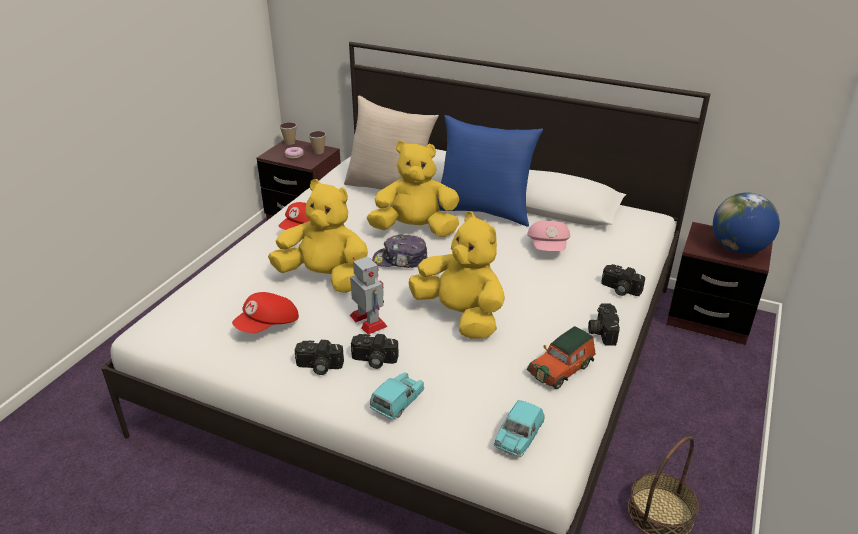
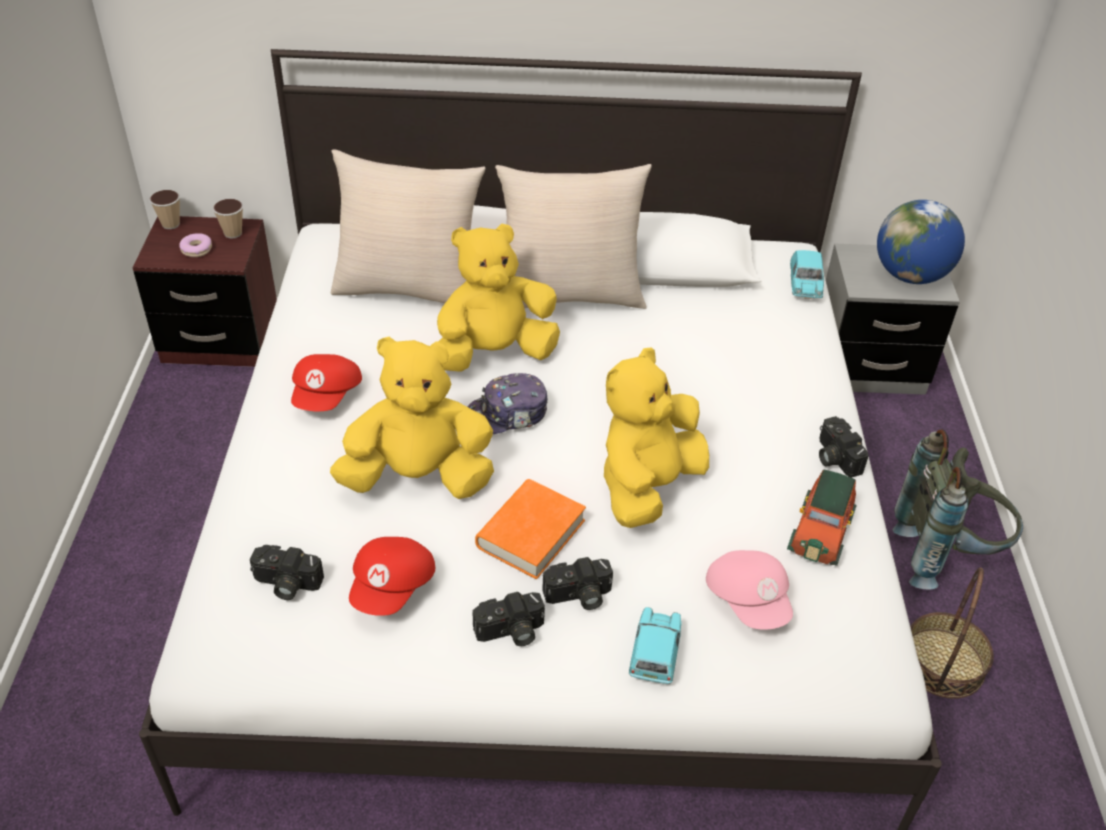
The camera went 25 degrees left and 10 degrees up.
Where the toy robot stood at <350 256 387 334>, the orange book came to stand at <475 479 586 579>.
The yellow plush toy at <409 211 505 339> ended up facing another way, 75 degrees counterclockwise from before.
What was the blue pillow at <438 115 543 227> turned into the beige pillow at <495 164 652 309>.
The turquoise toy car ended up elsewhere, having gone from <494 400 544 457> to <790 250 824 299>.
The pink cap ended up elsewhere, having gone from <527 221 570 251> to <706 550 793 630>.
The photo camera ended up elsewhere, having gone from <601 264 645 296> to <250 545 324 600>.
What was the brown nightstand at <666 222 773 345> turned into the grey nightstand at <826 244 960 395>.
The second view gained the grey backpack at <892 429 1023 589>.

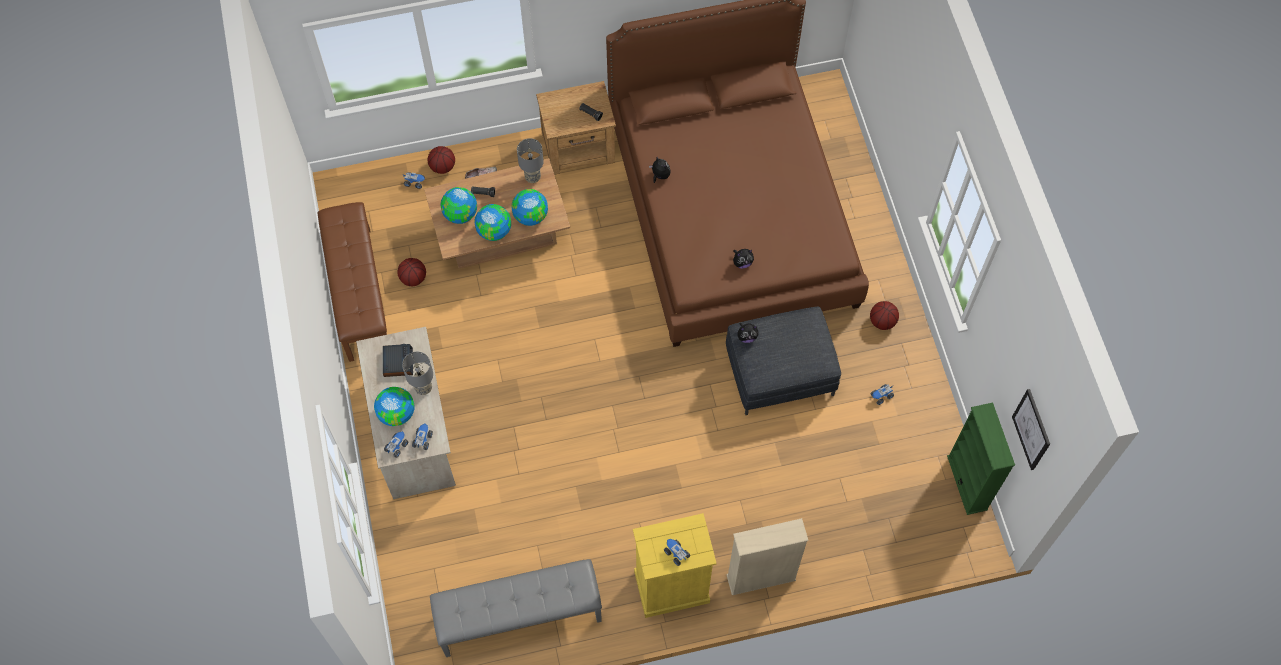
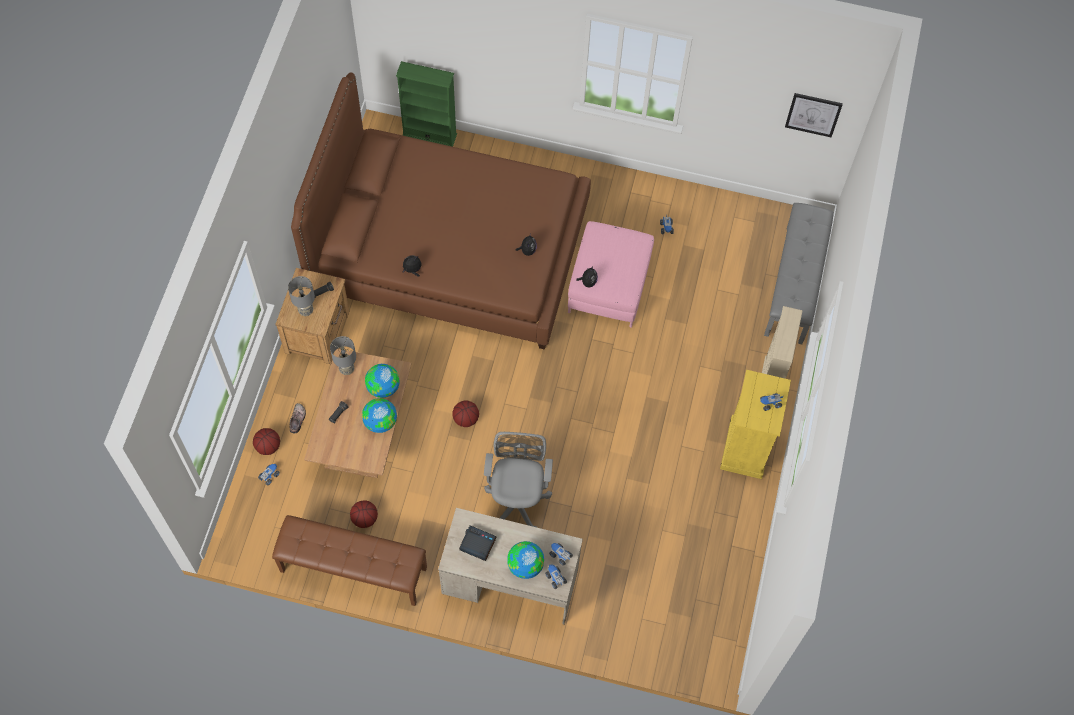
The camera went 65 degrees left and 0 degrees up.
The grey table lamp ended up elsewhere, having gone from <402 352 433 395> to <288 276 315 316>.
The grey bench ended up elsewhere, having gone from <430 559 602 657> to <764 203 834 344>.
The second view lost the globe at <441 187 477 224>.
What was the grey ottoman at <726 307 841 415> turned into the pink ottoman at <568 221 654 328>.
The basketball ended up elsewhere, having gone from <870 301 899 330> to <452 401 479 427>.
The green bookcase ended up elsewhere, having gone from <947 402 1015 515> to <396 61 457 147>.
The second view gained the grey office chair at <484 432 553 527>.

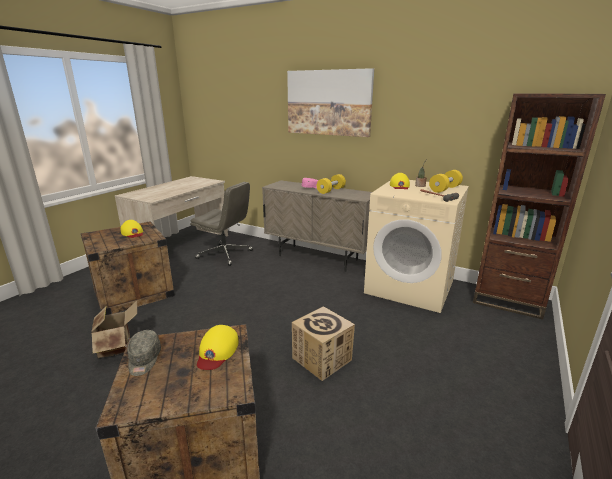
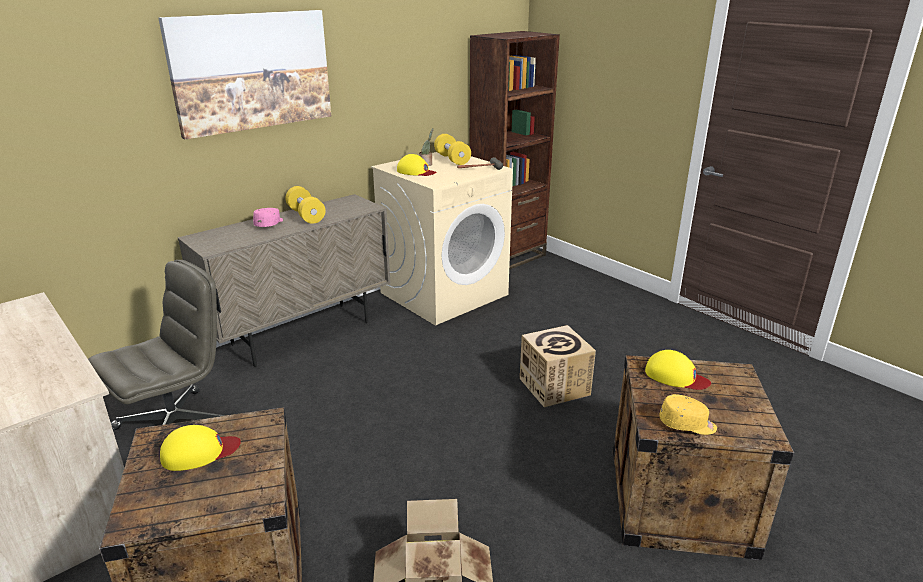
The camera went 70 degrees left and 5 degrees up.
What was the grey cap at <127 330 161 376> turned into the yellow cap at <659 394 717 435>.

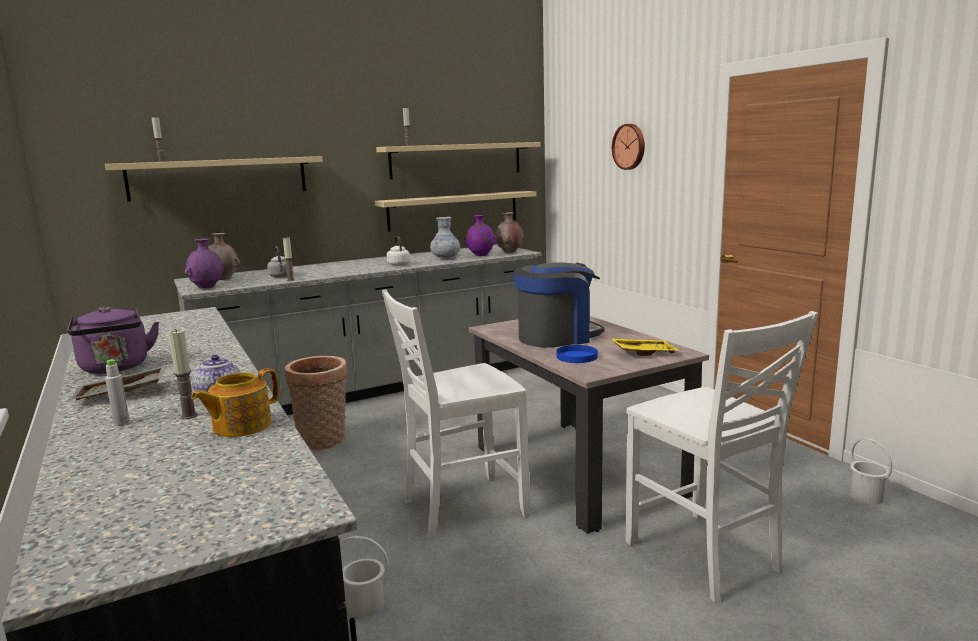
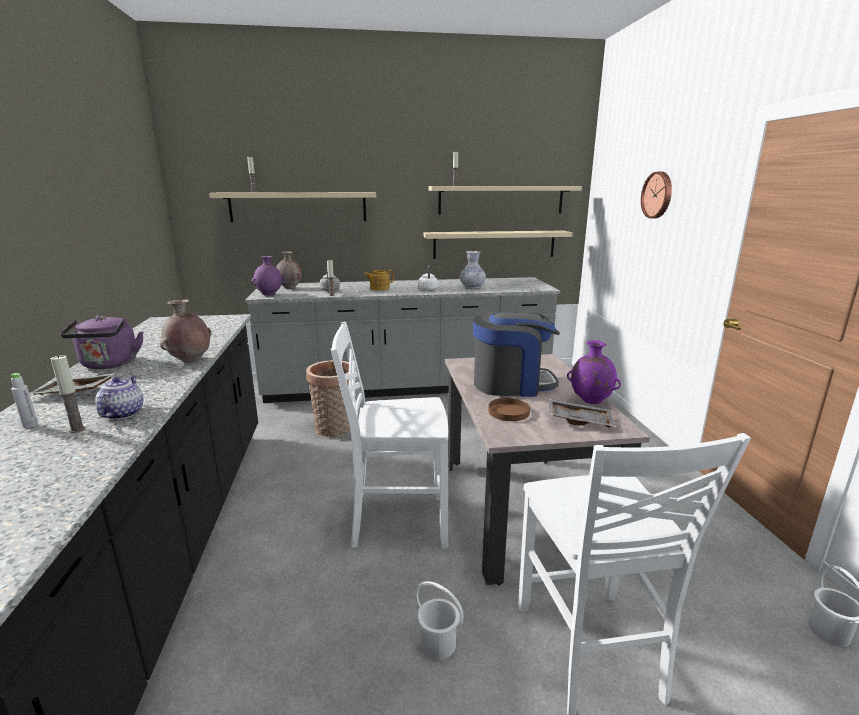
The camera went 20 degrees right and 5 degrees up.
The teapot ended up elsewhere, having gone from <191 368 279 437> to <364 270 394 290>.
The white bucket ended up elsewhere, having gone from <340 536 389 618> to <415 581 464 660>.
The purple vase ended up elsewhere, having gone from <463 215 497 256> to <567 340 621 404>.
The brown vase ended up elsewhere, having gone from <495 212 523 253> to <160 299 211 363>.
What was the blue plate at <556 345 598 363> turned into the brown plate at <488 398 530 421>.
What was the yellow tray at <610 338 680 356> turned into the grey tray at <548 399 616 428>.

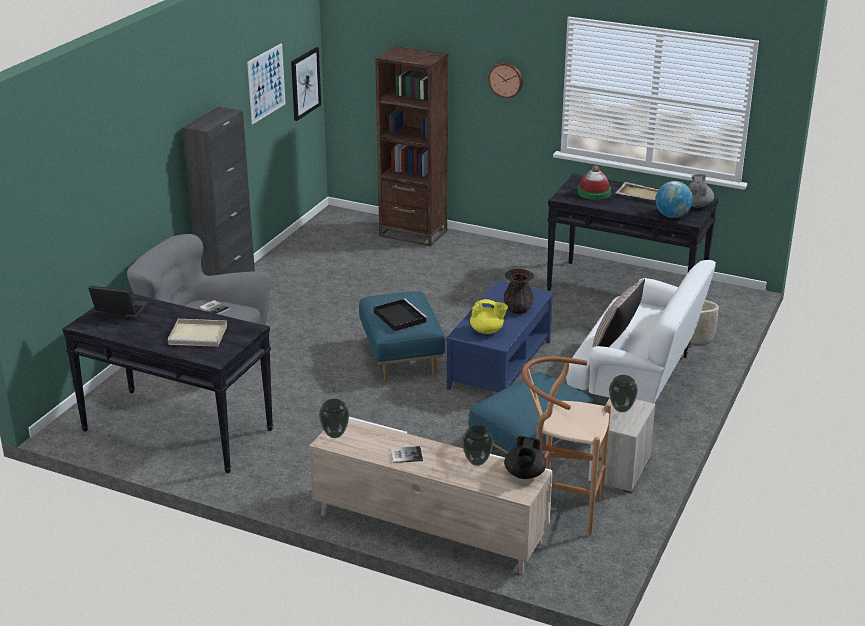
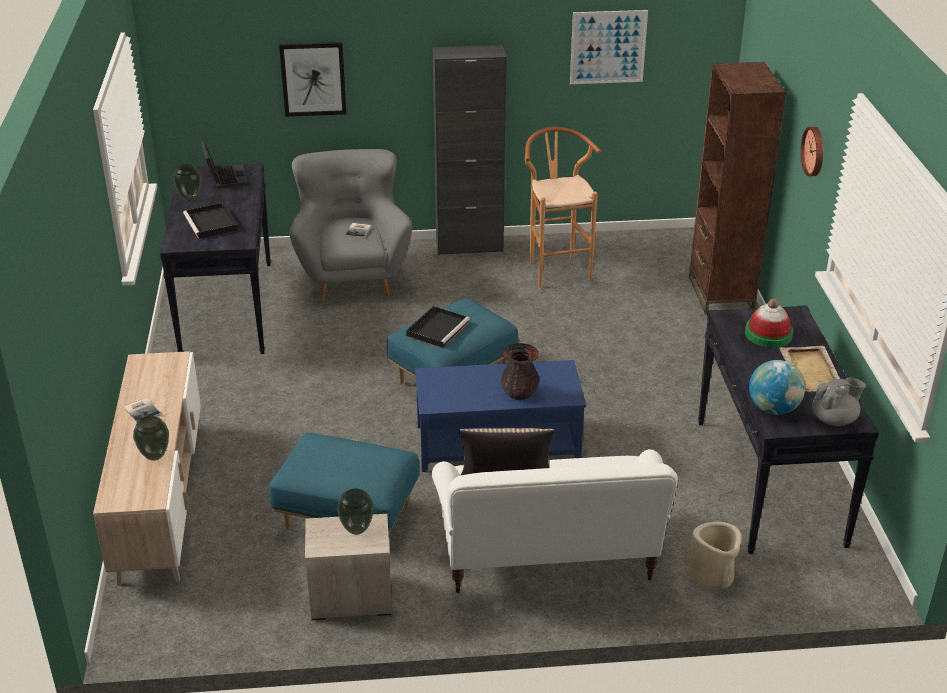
The camera went 60 degrees right and 5 degrees up.
What was the beige tray at <168 319 227 347> turned into the black tray at <183 203 238 239>.
The picture ended up elsewhere, having gone from <291 47 321 121> to <279 42 347 117>.
The vase ended up elsewhere, having gone from <319 399 349 438> to <173 164 201 201>.
The second view lost the yellow teapot at <470 299 508 334>.
The second view lost the black teapot at <504 436 546 479>.
The brown stool ended up elsewhere, having gone from <522 356 611 536> to <525 127 601 288>.

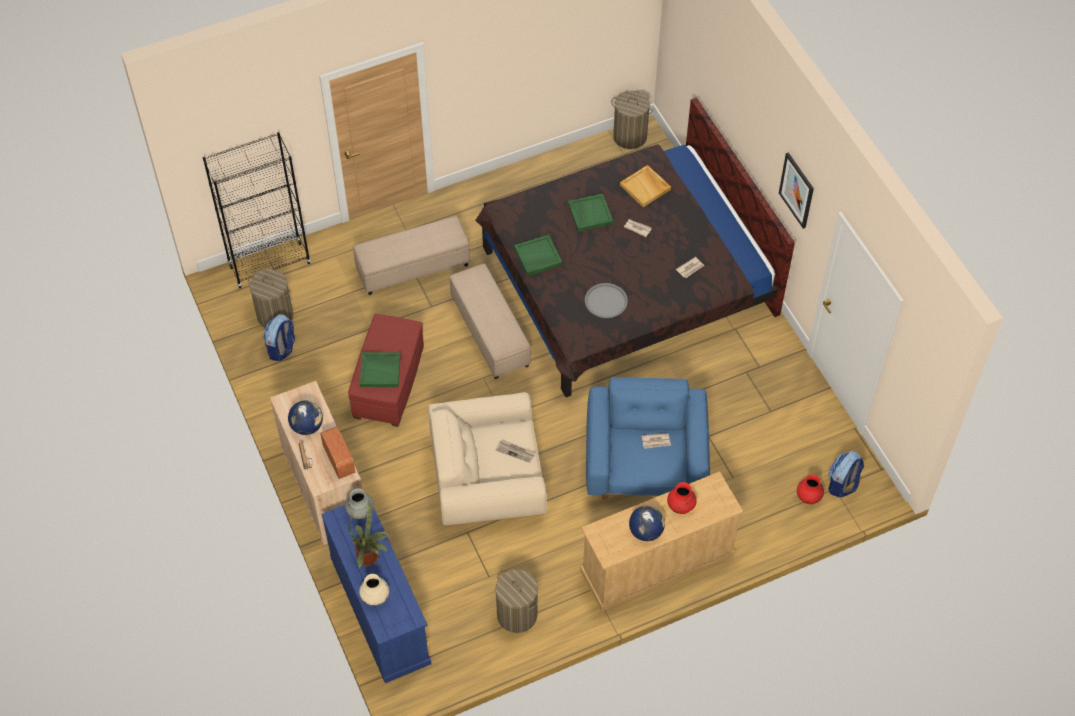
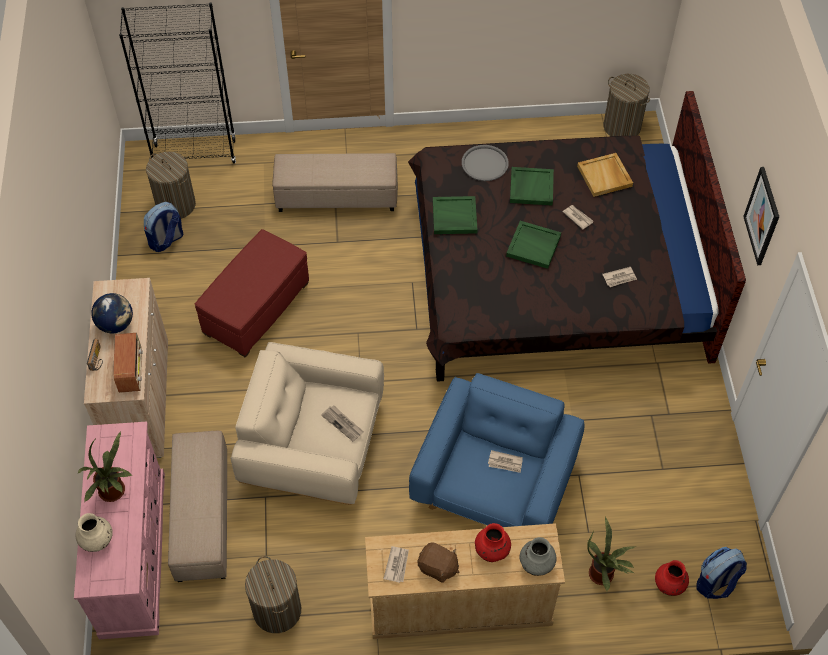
The camera went 20 degrees right and 0 degrees up.
What was the blue dresser at <321 505 431 683> turned into the pink dresser at <74 422 165 639>.
The grey vase ended up elsewhere, having gone from <345 488 374 520> to <519 537 556 576>.
The green tray ended up elsewhere, having gone from <360 352 401 387> to <506 221 561 269>.
The beige ottoman ended up elsewhere, having gone from <450 263 531 379> to <168 431 227 582>.
The grey tray ended up elsewhere, having gone from <585 283 628 318> to <462 145 509 181>.
Where the globe stood at <629 506 665 541>, the brown plush toy came to stand at <418 542 459 583>.
The second view gained the newspaper at <383 546 409 583>.
The second view gained the potted plant at <587 517 635 591>.

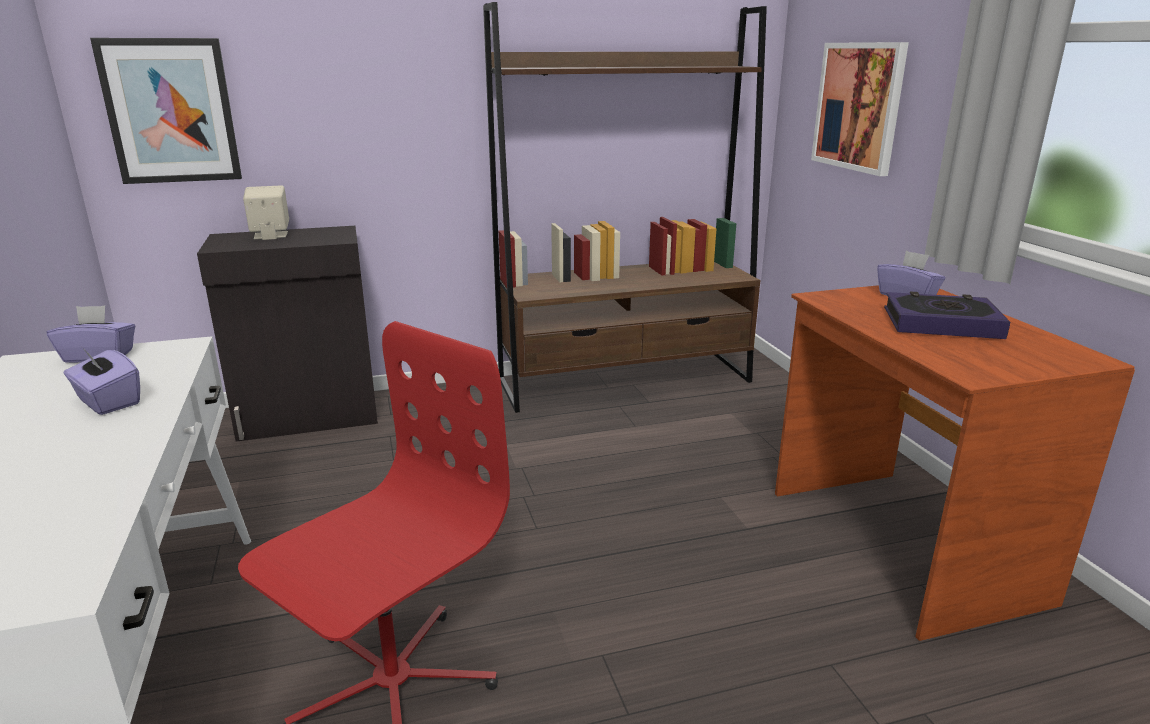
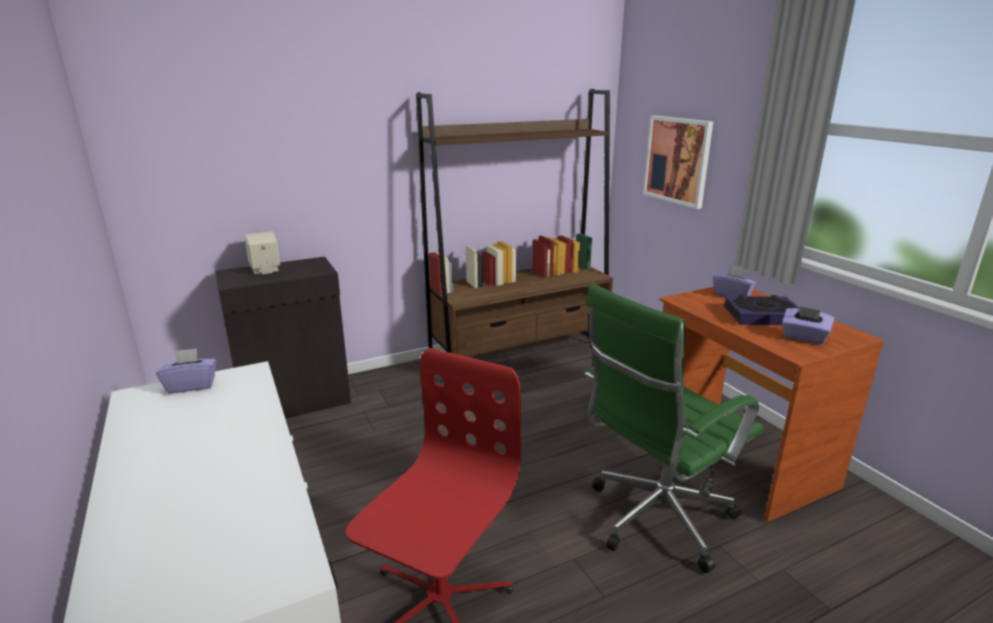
The camera went 10 degrees left and 0 degrees up.
The purple tissue box ended up elsewhere, having gone from <64 346 140 415> to <782 306 834 345>.
The second view lost the picture at <90 38 242 184>.
The second view gained the green office chair at <585 283 763 573>.

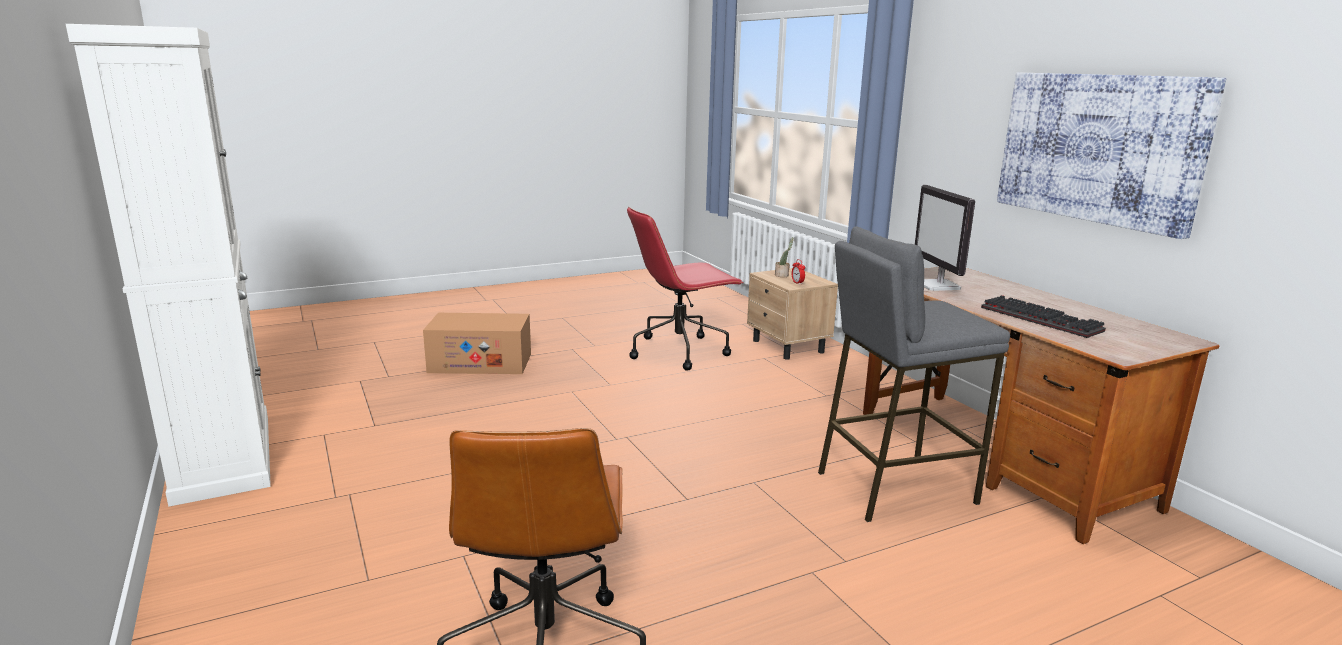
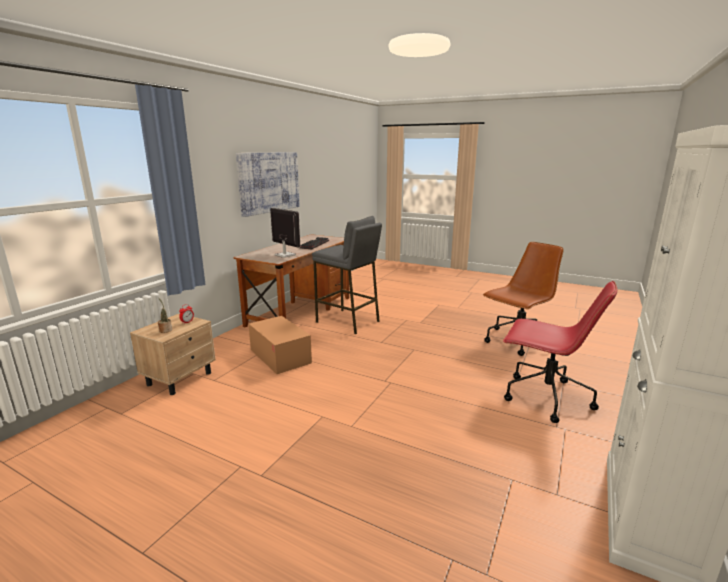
The camera went 125 degrees left and 0 degrees up.
The cardboard box ended up elsewhere, having gone from <423 313 531 374> to <248 316 312 374>.
The red office chair ended up elsewhere, having gone from <627 207 743 371> to <503 281 617 423>.
The monitor at <915 185 975 291> ended up facing another way, 90 degrees counterclockwise from before.

